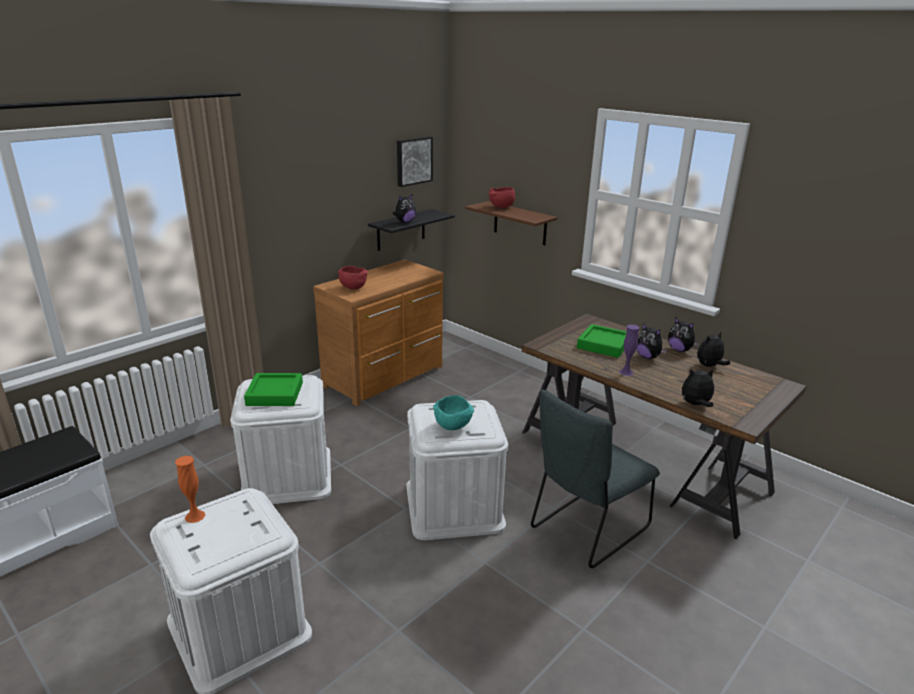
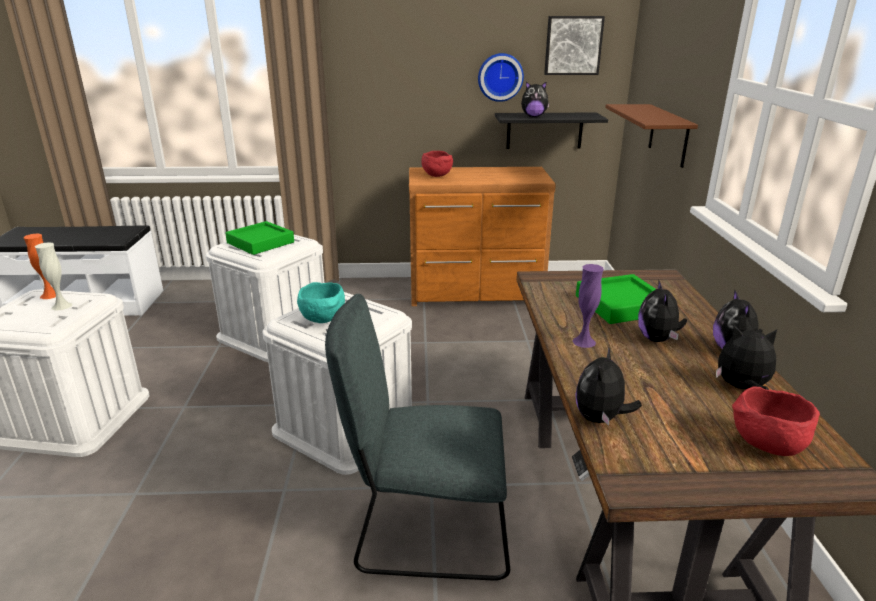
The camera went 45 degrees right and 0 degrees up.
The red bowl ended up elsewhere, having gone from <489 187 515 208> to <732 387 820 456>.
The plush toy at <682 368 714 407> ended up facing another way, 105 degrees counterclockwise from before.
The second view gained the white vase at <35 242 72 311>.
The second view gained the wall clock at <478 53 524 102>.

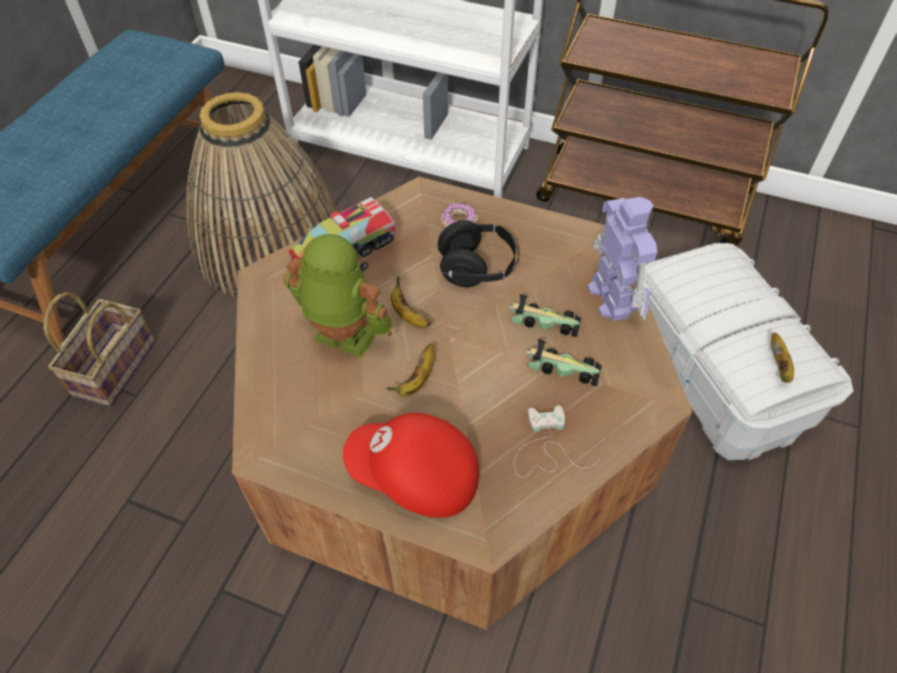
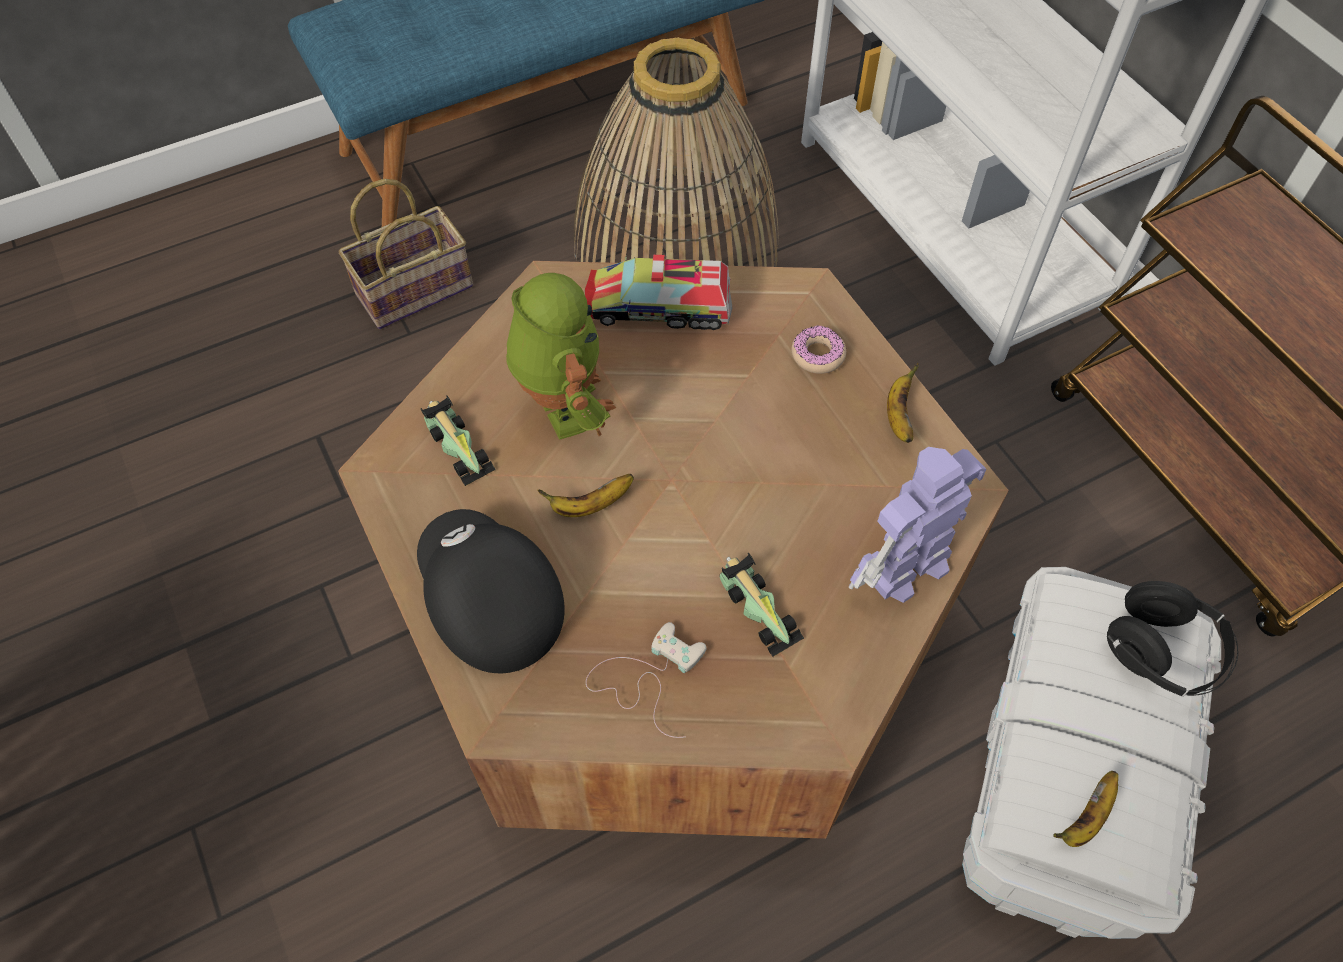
The camera went 40 degrees right and 5 degrees up.
What was the red cap at <343 413 479 518> turned into the black cap at <417 509 565 673>.
The banana ended up elsewhere, having gone from <391 276 431 327> to <887 363 919 443>.
The black headphones ended up elsewhere, having gone from <438 220 519 287> to <1107 581 1238 697>.
The toy car ended up elsewhere, having gone from <509 294 582 337> to <420 395 496 486>.
The toy robot at <587 197 657 321> ended up facing another way, 150 degrees counterclockwise from before.

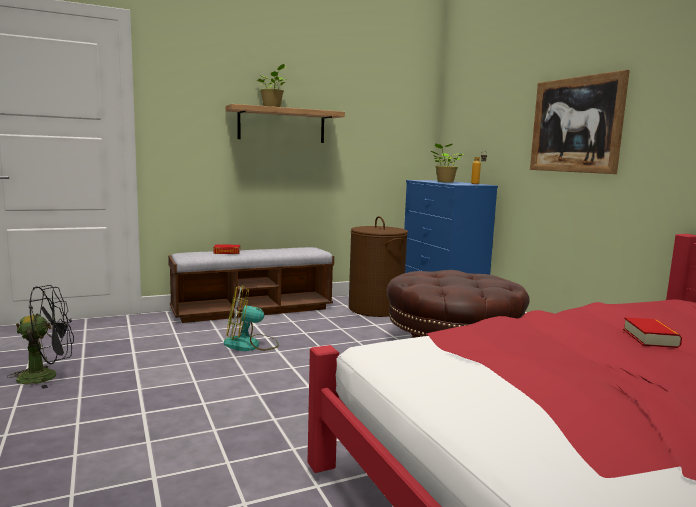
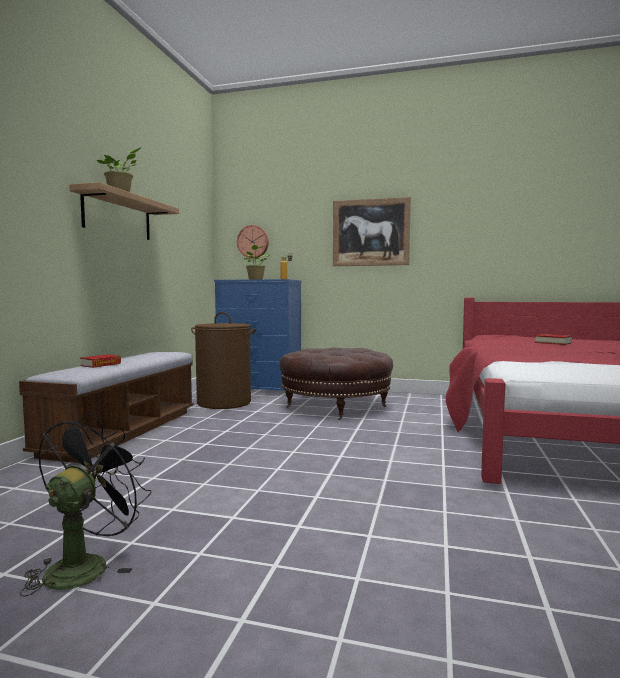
The camera went 50 degrees left and 5 degrees down.
The second view lost the fan at <224 285 279 351>.
The second view gained the wall clock at <237 225 269 259>.

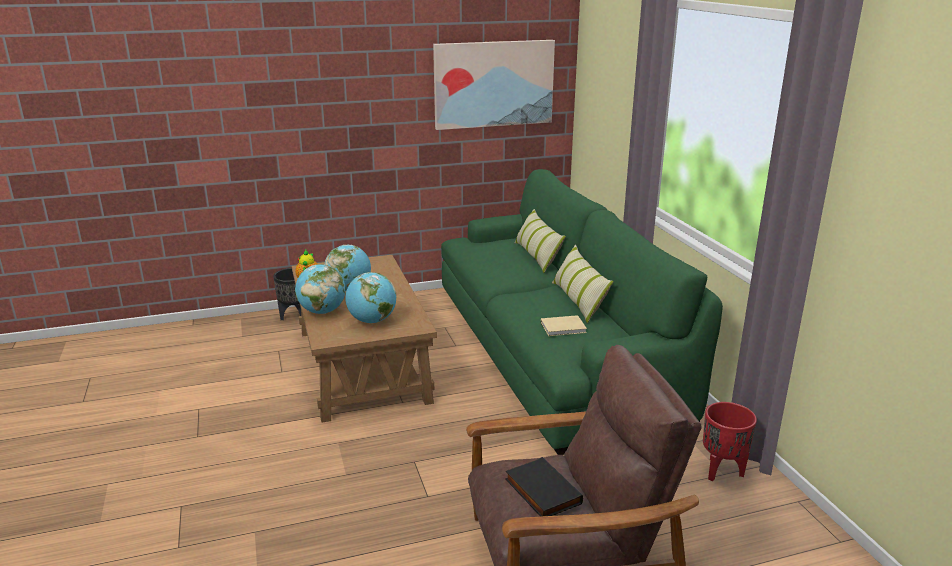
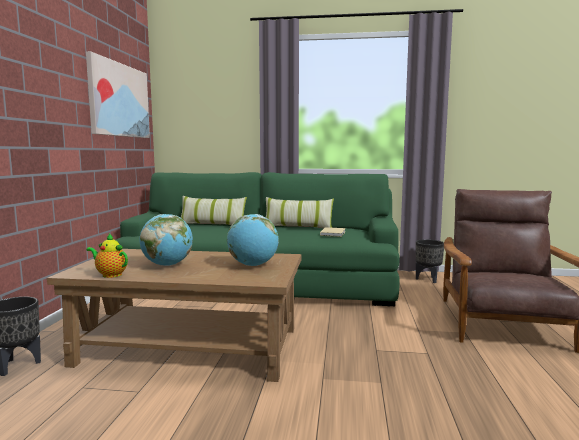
The camera went 65 degrees left and 15 degrees down.
The second view lost the globe at <295 264 346 314>.
The second view lost the black book at <505 457 583 517>.
What was the red planter at <703 402 757 481> turned into the black planter at <416 239 444 283>.

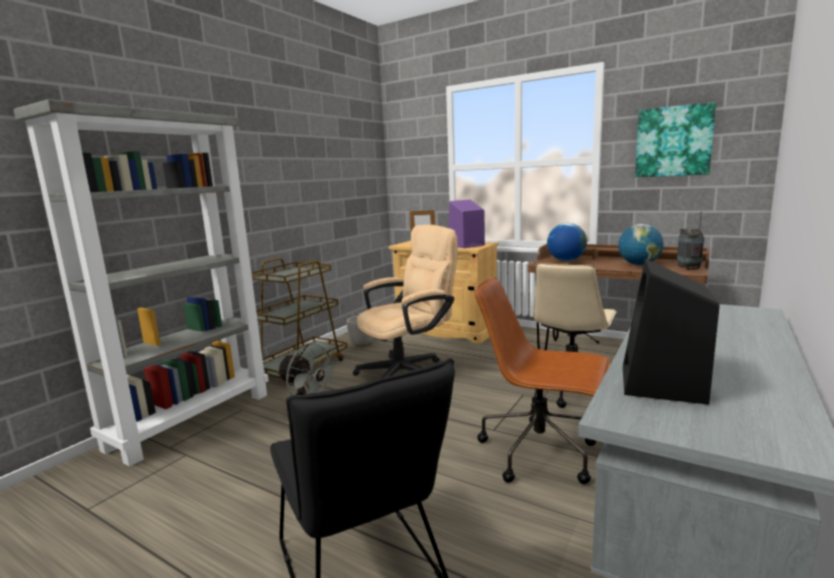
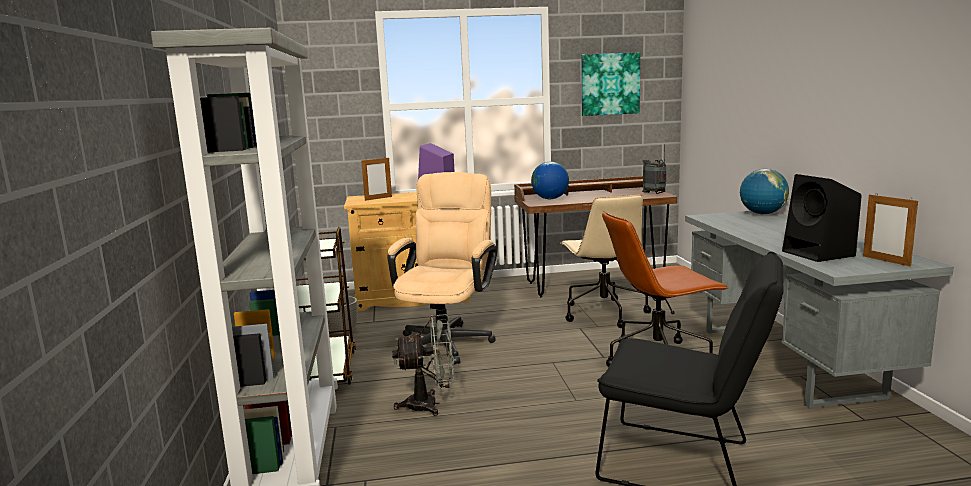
The camera went 40 degrees left and 0 degrees up.
The globe ended up elsewhere, having gone from <618 224 664 265> to <740 169 789 215>.
The second view gained the picture frame at <863 193 918 267>.

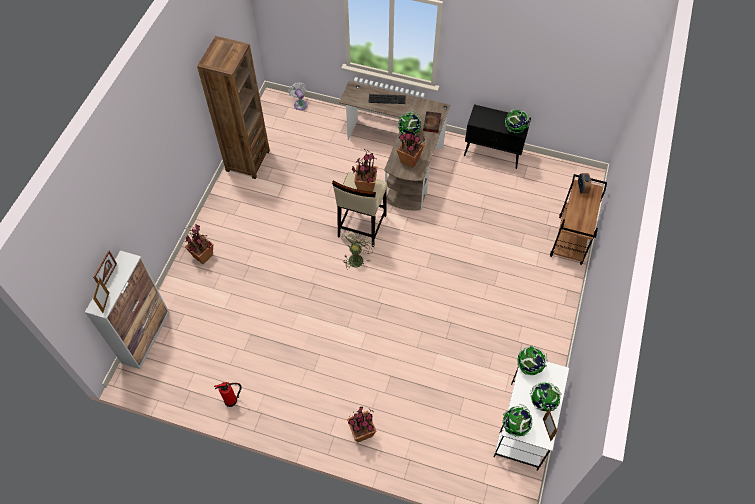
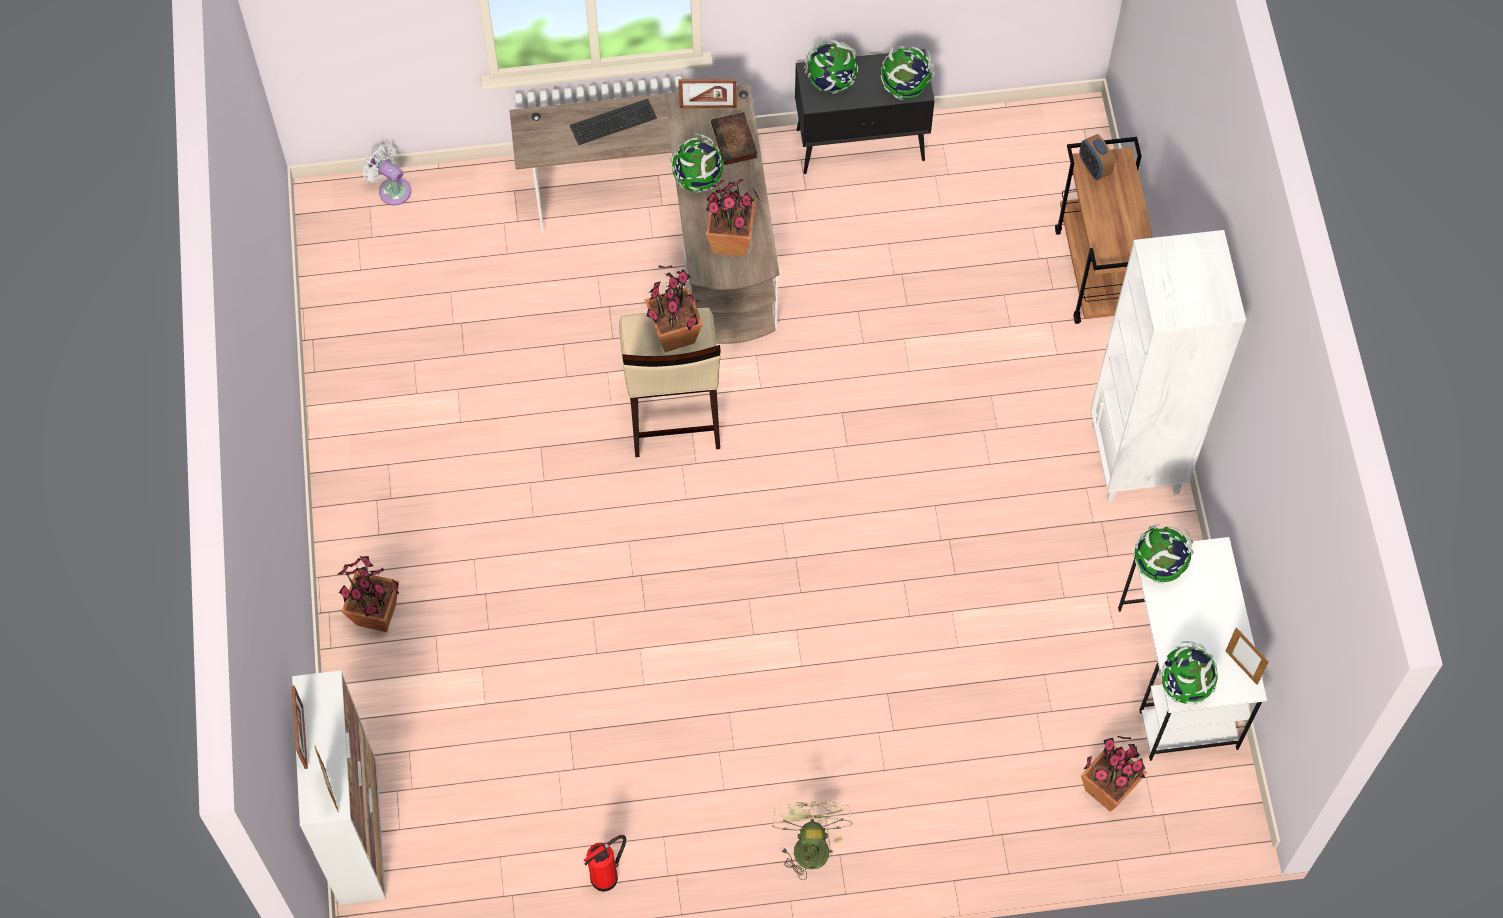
The camera went 25 degrees left and 5 degrees up.
The second view lost the brown bookcase at <197 36 270 179>.
The green fan ended up elsewhere, having gone from <341 231 375 269> to <772 801 853 880>.
The potted plant ended up elsewhere, having gone from <347 407 377 443> to <1081 736 1147 812>.
The globe ended up elsewhere, having gone from <530 382 562 411> to <804 39 858 93>.
The second view gained the picture frame at <678 79 737 108>.
The second view gained the white bookcase at <1090 230 1246 502>.

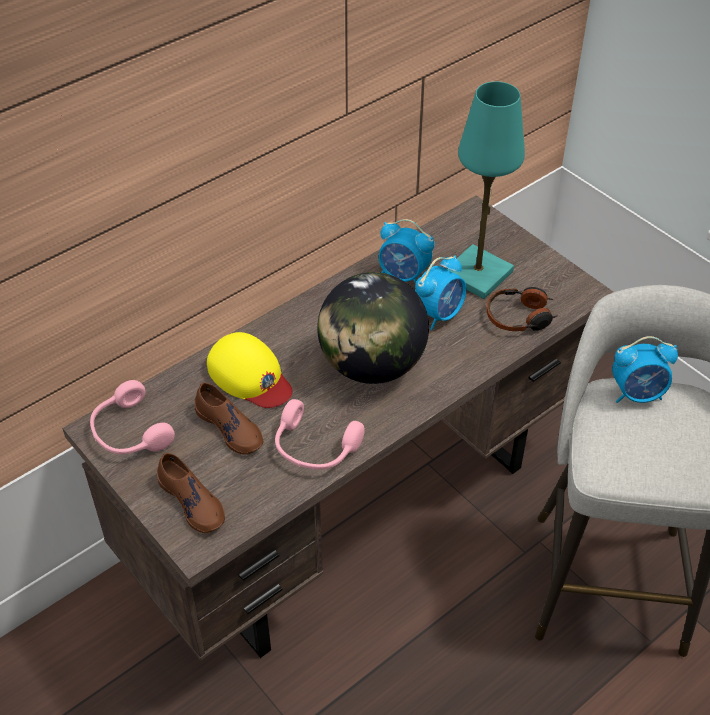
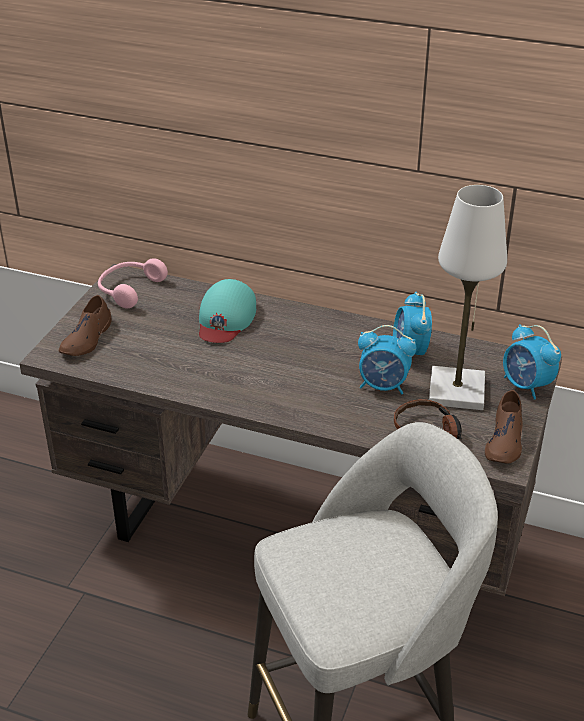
The camera went 60 degrees right and 10 degrees down.
The brown shoe ended up elsewhere, having gone from <194 383 263 455> to <485 390 522 464>.
What was the yellow cap at <207 332 293 408> turned into the turquoise cap at <199 279 256 343>.
The second view lost the pink headphones at <275 399 365 470>.
The second view lost the globe at <317 272 429 384>.
What was the turquoise table lamp at <446 81 525 299> turned into the white table lamp at <429 185 507 410>.
The alarm clock ended up elsewhere, having gone from <612 336 678 403> to <503 324 561 400>.

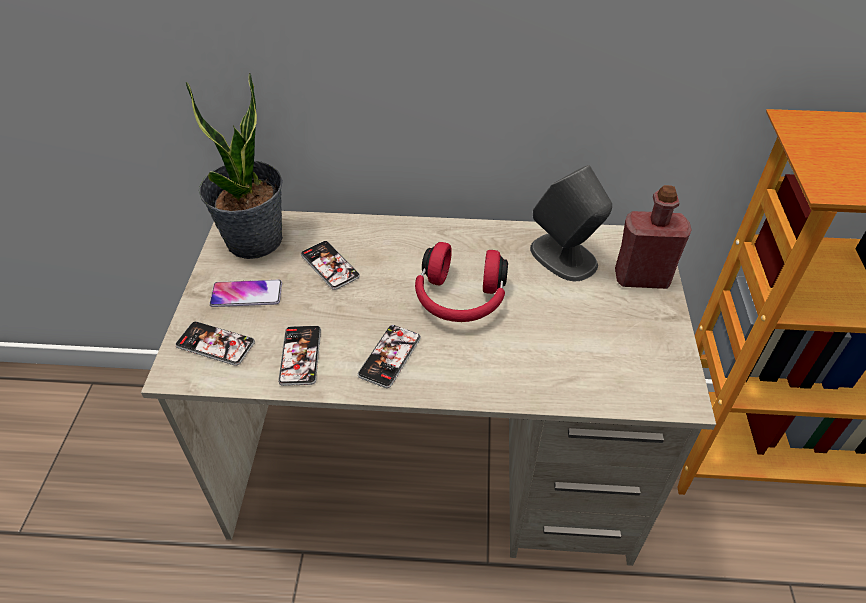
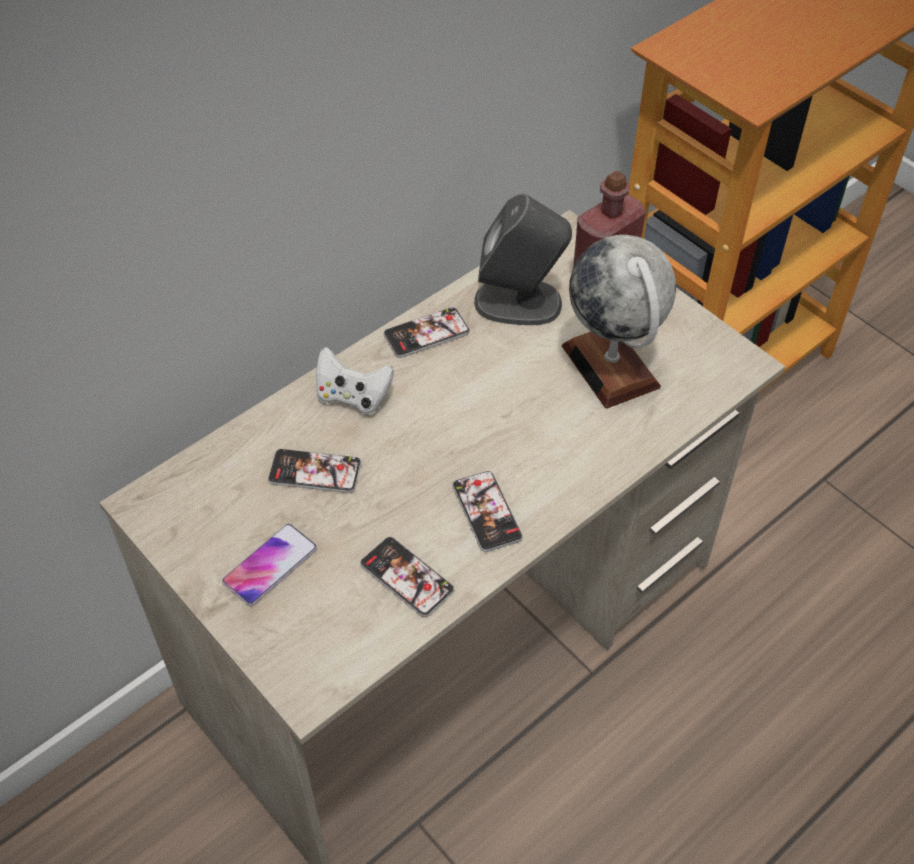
The camera went 45 degrees left and 5 degrees up.
The phone ended up elsewhere, having gone from <175 322 255 366> to <383 307 470 358>.
The second view lost the potted plant at <186 72 283 259>.
The second view lost the red headphones at <415 242 508 322>.
The second view gained the white game controller at <316 347 394 415>.
The second view gained the globe at <562 235 676 409>.

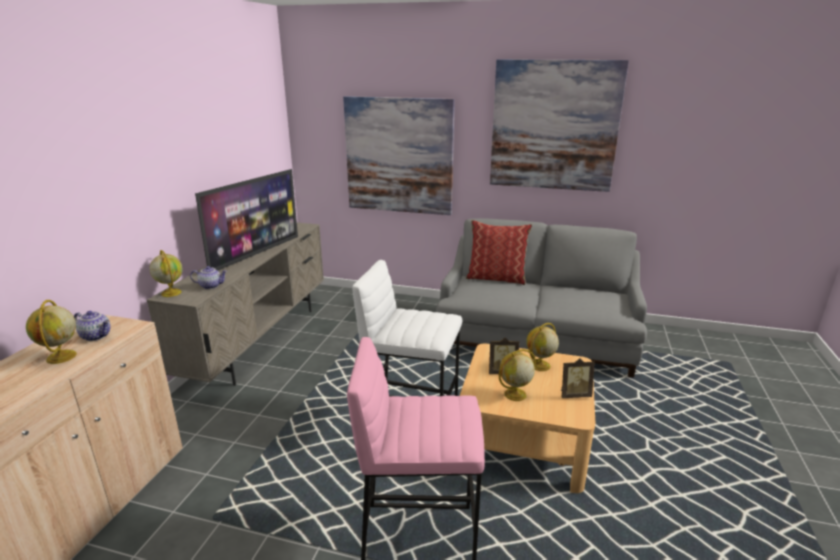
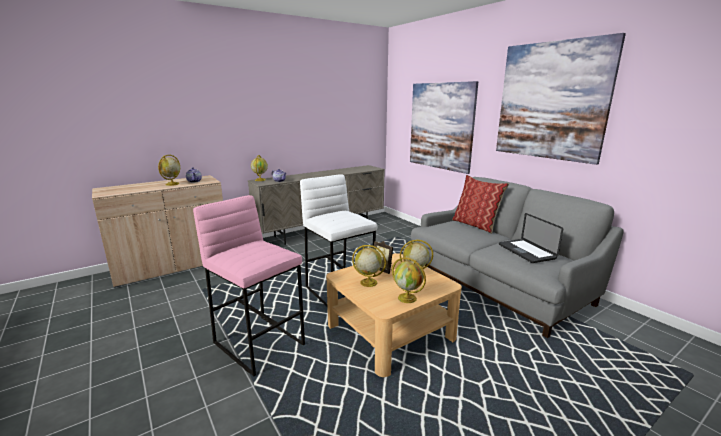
The camera went 40 degrees right and 5 degrees down.
The second view lost the television at <195 169 298 270>.
Where the picture frame stood at <561 358 595 398>, the globe came to stand at <392 257 426 303>.
The second view gained the laptop at <499 213 563 263>.

